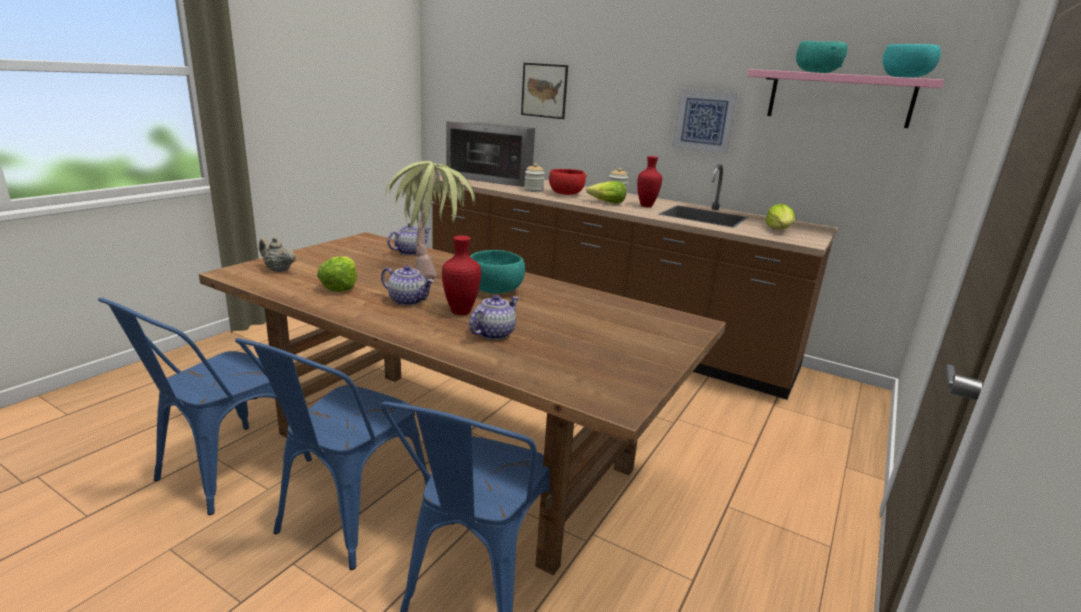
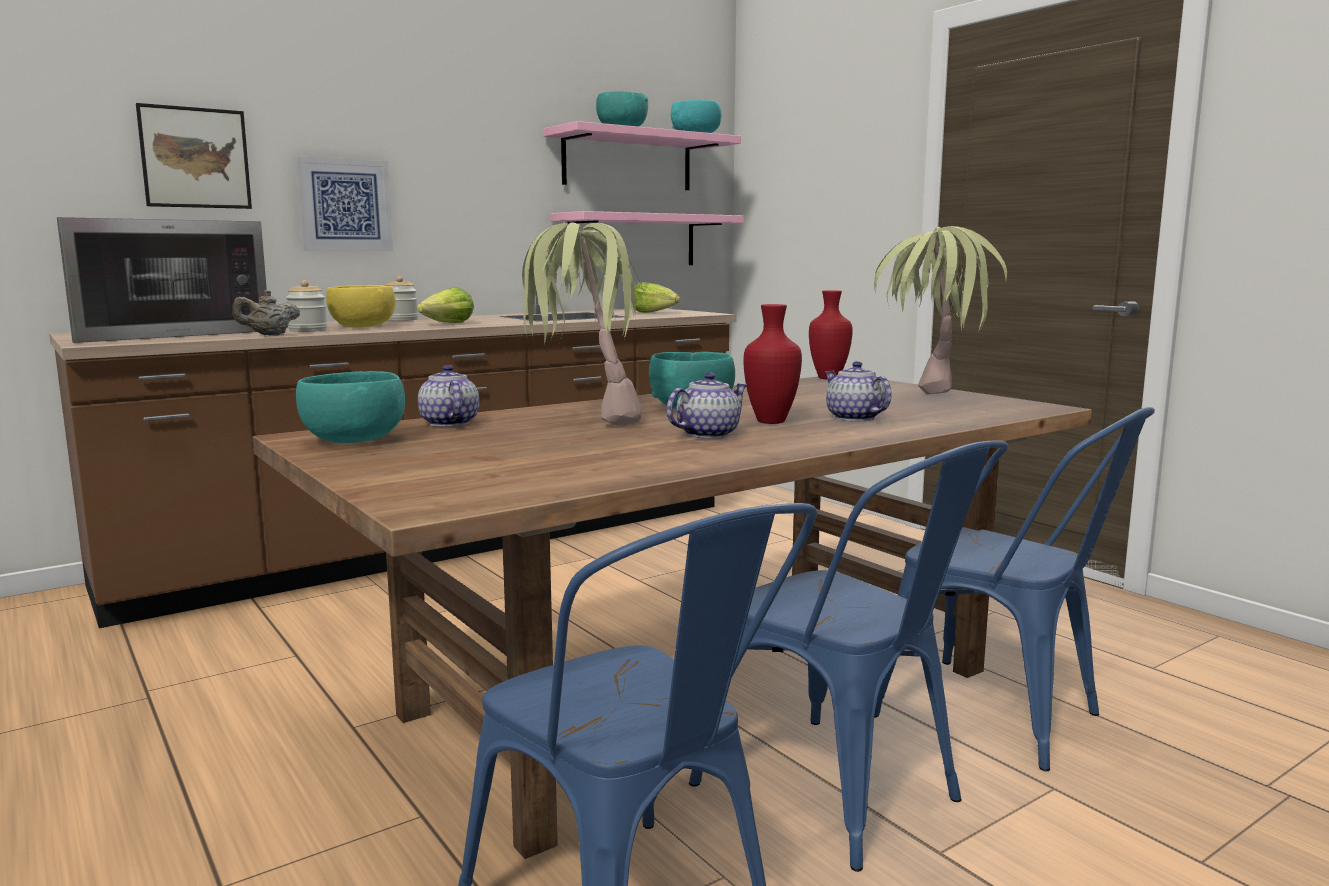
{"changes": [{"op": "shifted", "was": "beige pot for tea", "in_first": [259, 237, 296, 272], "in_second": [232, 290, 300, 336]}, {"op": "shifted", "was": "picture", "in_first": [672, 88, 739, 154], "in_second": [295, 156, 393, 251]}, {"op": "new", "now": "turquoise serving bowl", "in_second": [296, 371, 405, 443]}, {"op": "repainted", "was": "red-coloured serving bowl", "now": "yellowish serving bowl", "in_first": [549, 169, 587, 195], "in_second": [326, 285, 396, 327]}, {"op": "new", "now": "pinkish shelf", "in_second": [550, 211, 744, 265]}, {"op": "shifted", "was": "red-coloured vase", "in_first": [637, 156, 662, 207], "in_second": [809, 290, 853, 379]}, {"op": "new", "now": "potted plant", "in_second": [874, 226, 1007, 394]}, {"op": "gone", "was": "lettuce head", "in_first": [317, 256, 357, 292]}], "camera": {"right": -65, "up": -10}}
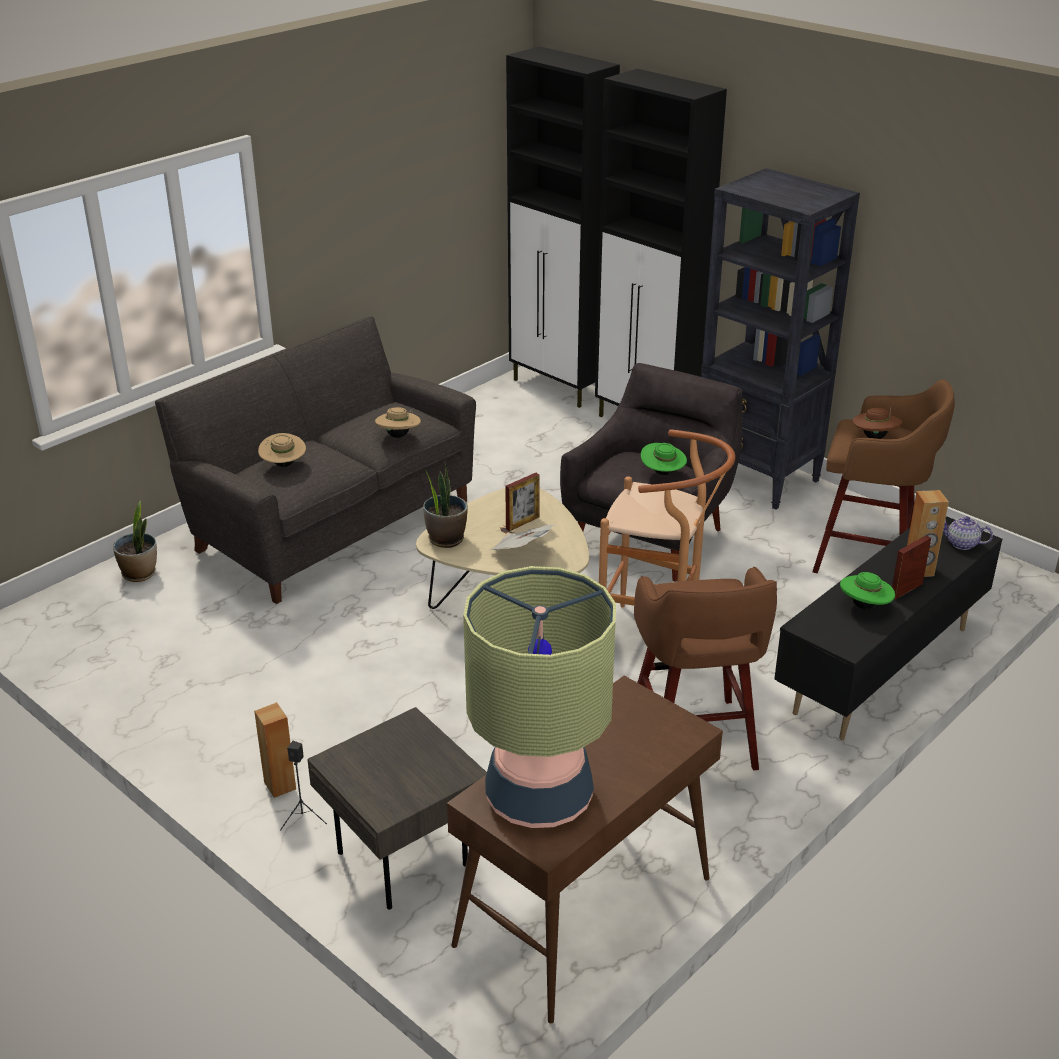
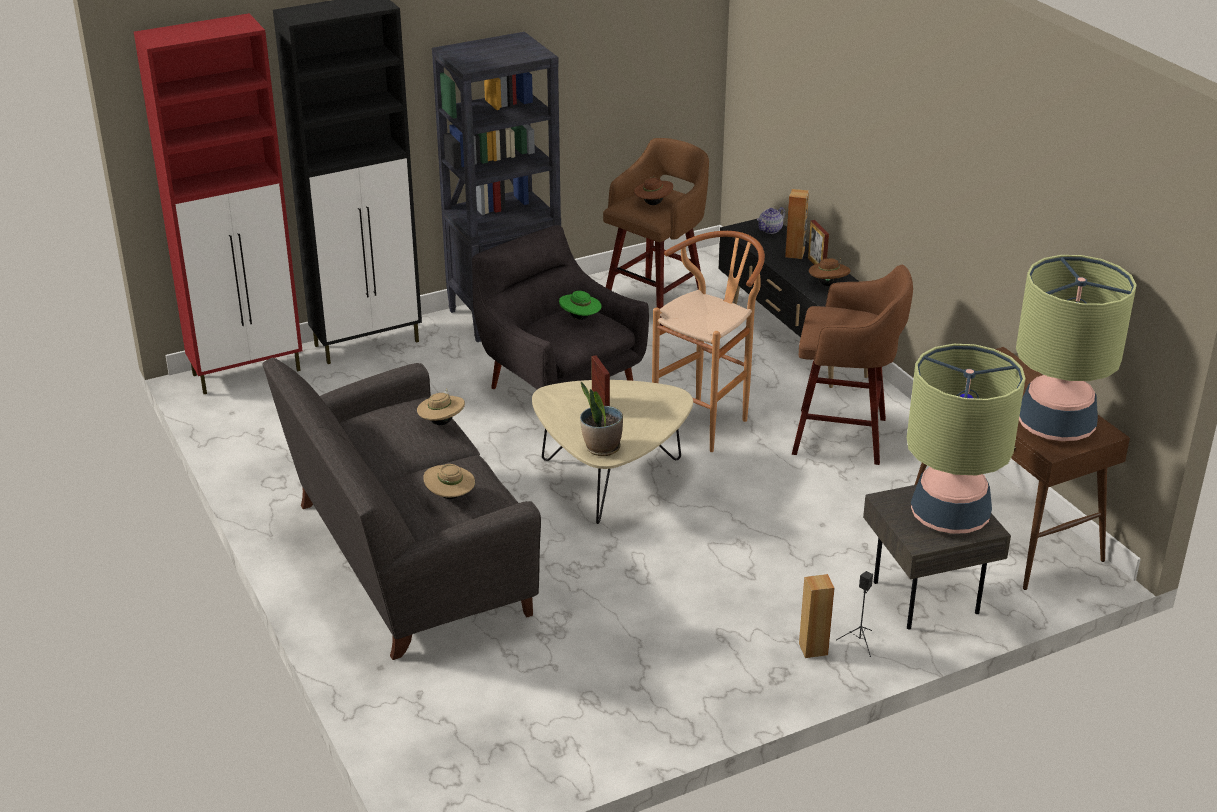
{"changes": [{"op": "repainted", "was": "blackish cupboard", "now": "red-coloured cupboard", "in_first": [506, 46, 620, 408], "in_second": [134, 13, 302, 394]}, {"op": "repainted", "was": "greenish wearable hat", "now": "brownish wearable hat", "in_first": [840, 572, 895, 609], "in_second": [809, 257, 851, 286]}, {"op": "new", "now": "lamp for a table", "in_second": [907, 344, 1025, 534]}, {"op": "gone", "was": "potted plant", "in_first": [113, 500, 157, 582]}, {"op": "gone", "was": "printed paper", "in_first": [490, 524, 555, 550]}], "camera": {"right": -70, "up": 0}}
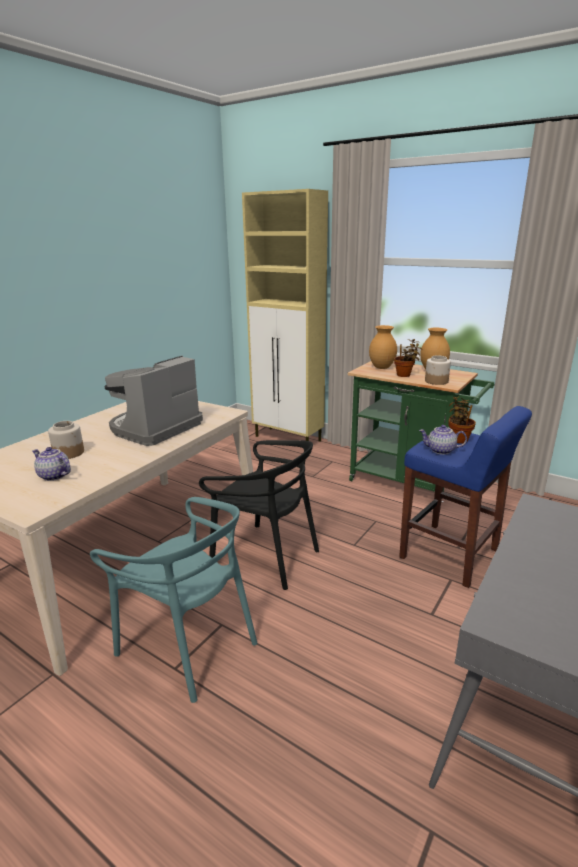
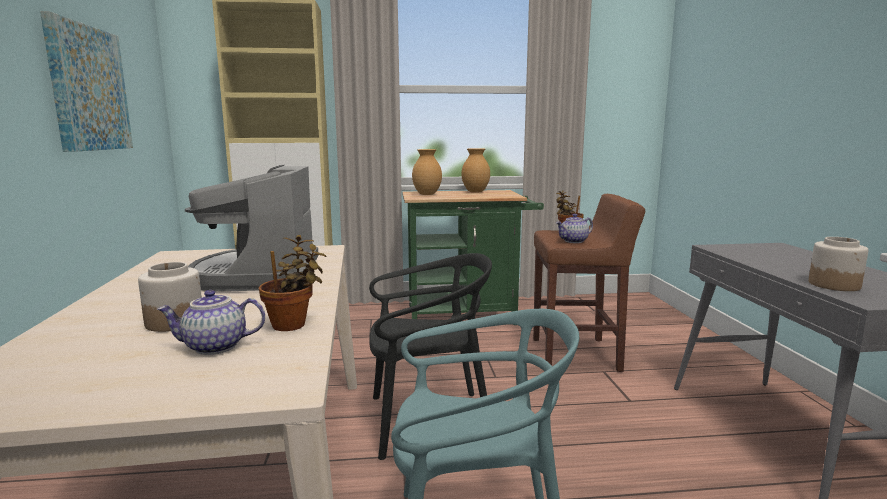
{"changes": [{"op": "new", "now": "picture", "in_second": [40, 11, 133, 152]}, {"op": "shifted", "was": "potted plant", "in_first": [394, 339, 422, 377], "in_second": [259, 235, 326, 331]}, {"op": "repainted", "was": "bluish stool seat", "now": "brownish stool seat", "in_first": [399, 406, 532, 588], "in_second": [533, 194, 645, 372]}, {"op": "shifted", "was": "storage jar", "in_first": [425, 355, 451, 385], "in_second": [809, 237, 868, 291]}], "camera": {"right": -40, "up": -10}}
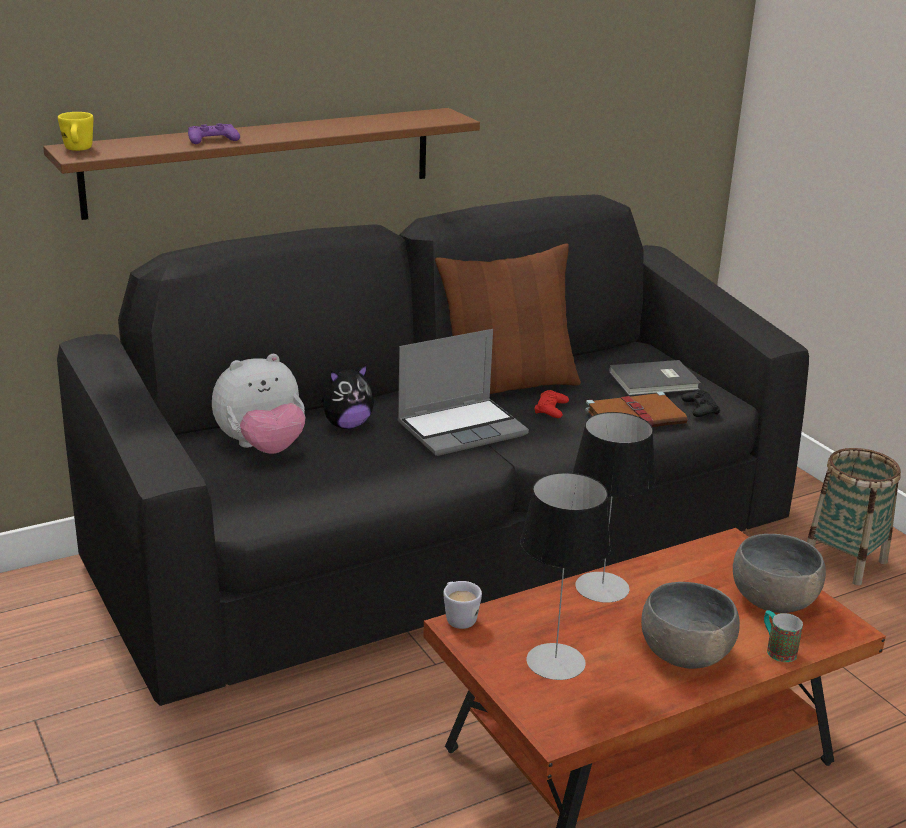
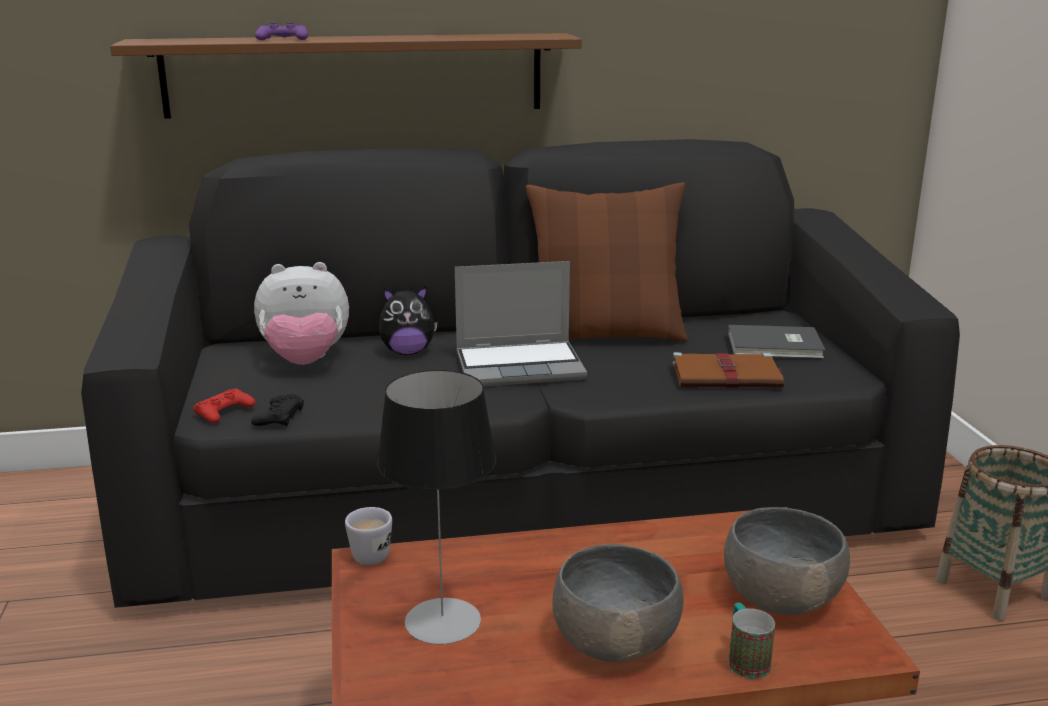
{"changes": [{"op": "shifted", "was": "red-coloured joypad", "in_first": [535, 390, 569, 418], "in_second": [193, 389, 256, 423]}, {"op": "shifted", "was": "blackish joypad", "in_first": [681, 390, 720, 417], "in_second": [251, 394, 304, 426]}, {"op": "gone", "was": "yellowish tea mug", "in_first": [58, 112, 93, 151]}, {"op": "gone", "was": "lamp for a table", "in_first": [573, 412, 656, 603]}], "camera": {"right": 20, "up": -5}}
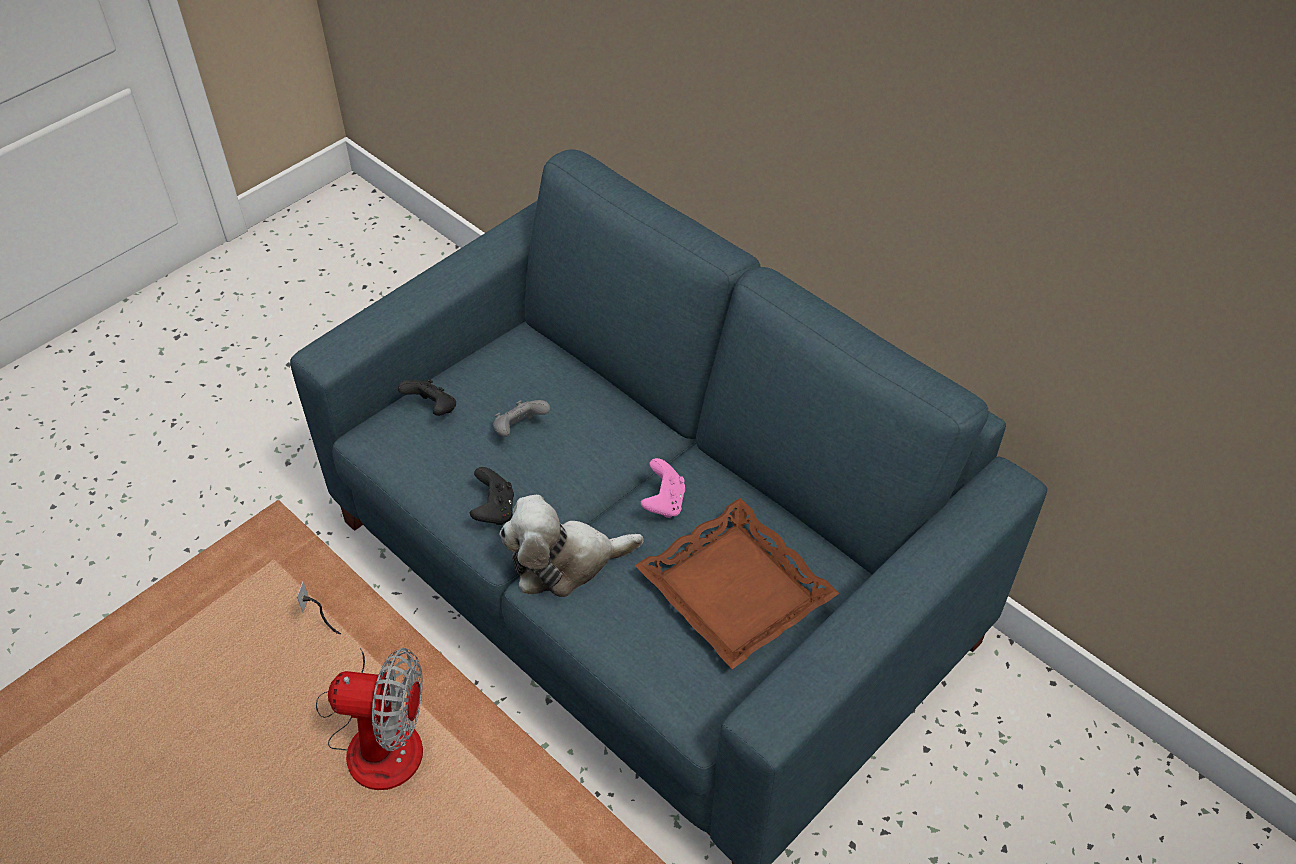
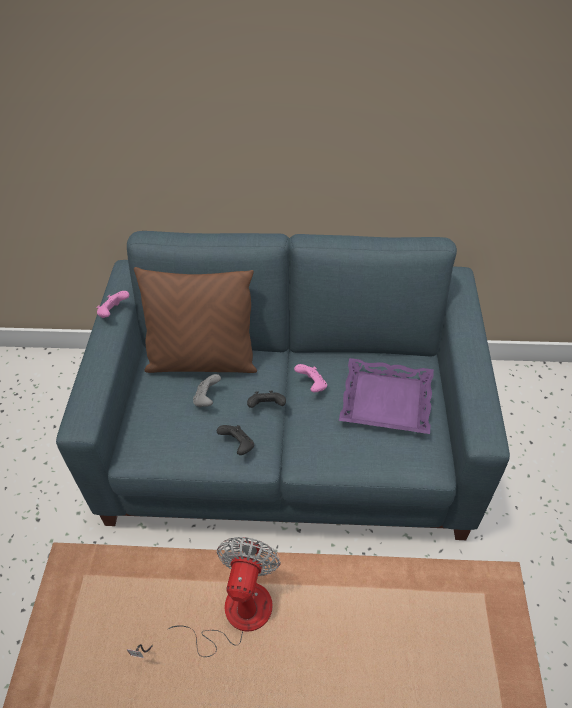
{"changes": [{"op": "new", "now": "pinkish joypad", "in_second": [97, 291, 129, 318]}, {"op": "rotated", "was": "cooling fan", "in_first": [297, 581, 423, 790], "in_second": [127, 537, 280, 658], "clockwise": -45}, {"op": "new", "now": "brownish throw pillow", "in_second": [134, 267, 257, 373]}, {"op": "shifted", "was": "blackish joypad", "in_first": [398, 379, 456, 416], "in_second": [247, 391, 286, 408]}, {"op": "repainted", "was": "brownish carrying tray", "now": "purplish carrying tray", "in_first": [635, 498, 839, 669], "in_second": [339, 358, 434, 434]}, {"op": "gone", "was": "soft toy", "in_first": [499, 495, 643, 597]}], "camera": {"right": -40, "up": 0}}
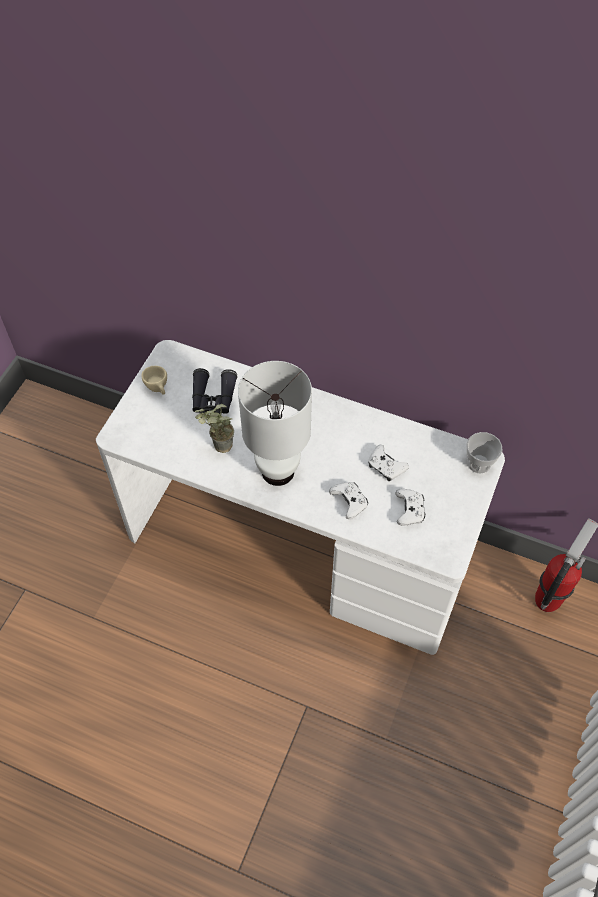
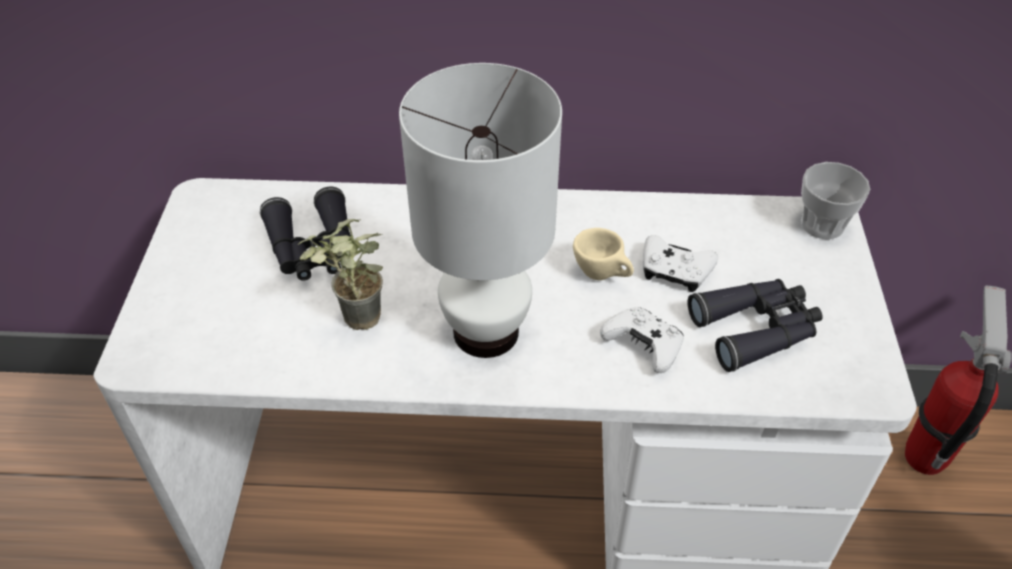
{"changes": [{"op": "shifted", "was": "beige small cup", "in_first": [141, 366, 167, 395], "in_second": [573, 228, 634, 280]}, {"op": "swapped", "was": "white joypad", "now": "blackish pair of binoculars", "in_first": [395, 489, 425, 526], "in_second": [688, 279, 823, 372]}], "camera": {"right": -20, "up": -10}}
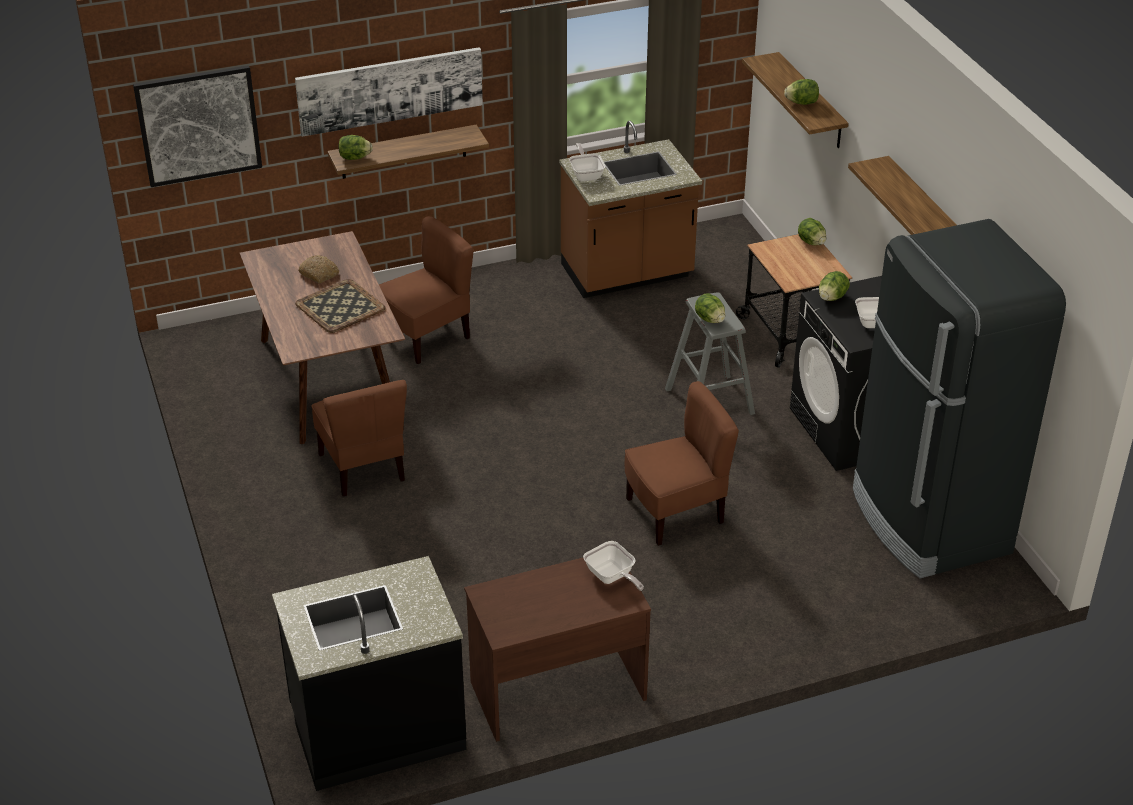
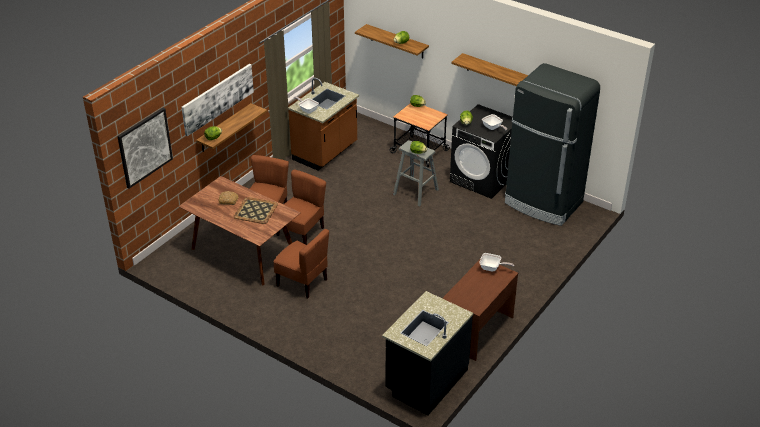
{"changes": [{"op": "shifted", "was": "brownish chair", "in_first": [625, 381, 739, 546], "in_second": [276, 170, 326, 245]}], "camera": {"right": -35, "up": 0}}
